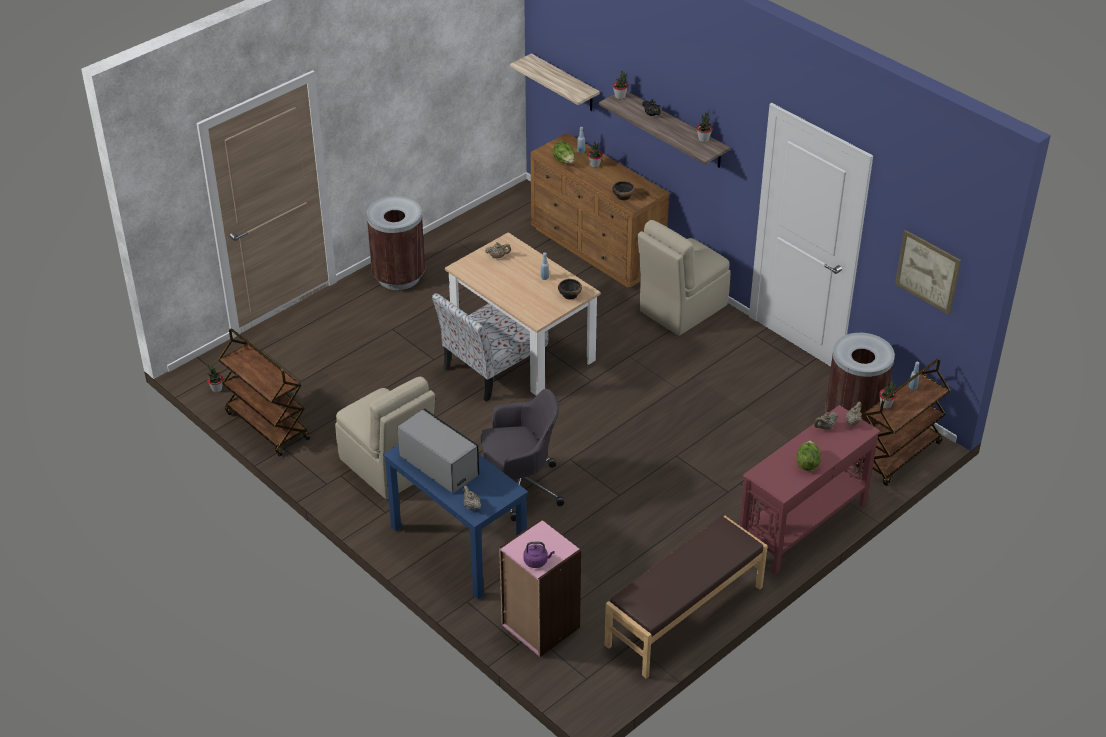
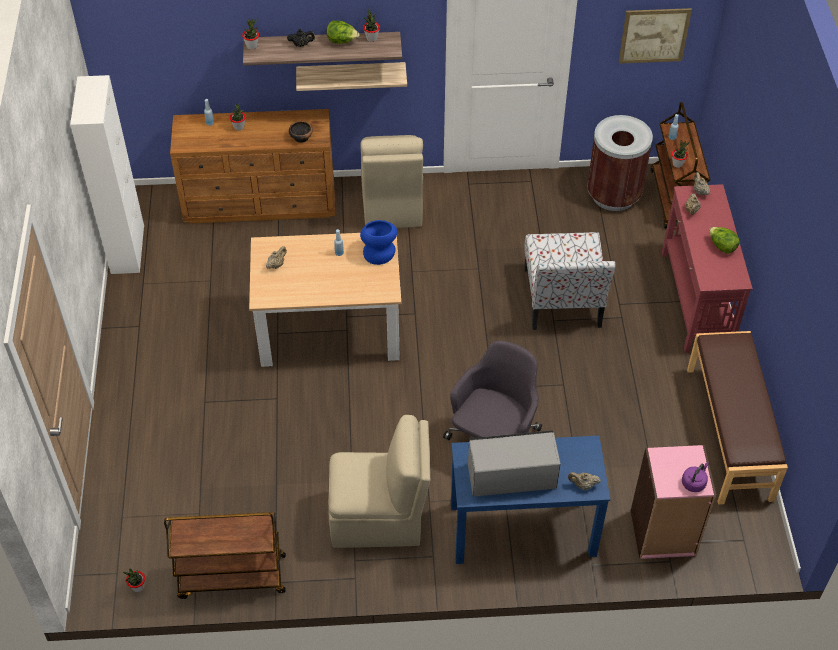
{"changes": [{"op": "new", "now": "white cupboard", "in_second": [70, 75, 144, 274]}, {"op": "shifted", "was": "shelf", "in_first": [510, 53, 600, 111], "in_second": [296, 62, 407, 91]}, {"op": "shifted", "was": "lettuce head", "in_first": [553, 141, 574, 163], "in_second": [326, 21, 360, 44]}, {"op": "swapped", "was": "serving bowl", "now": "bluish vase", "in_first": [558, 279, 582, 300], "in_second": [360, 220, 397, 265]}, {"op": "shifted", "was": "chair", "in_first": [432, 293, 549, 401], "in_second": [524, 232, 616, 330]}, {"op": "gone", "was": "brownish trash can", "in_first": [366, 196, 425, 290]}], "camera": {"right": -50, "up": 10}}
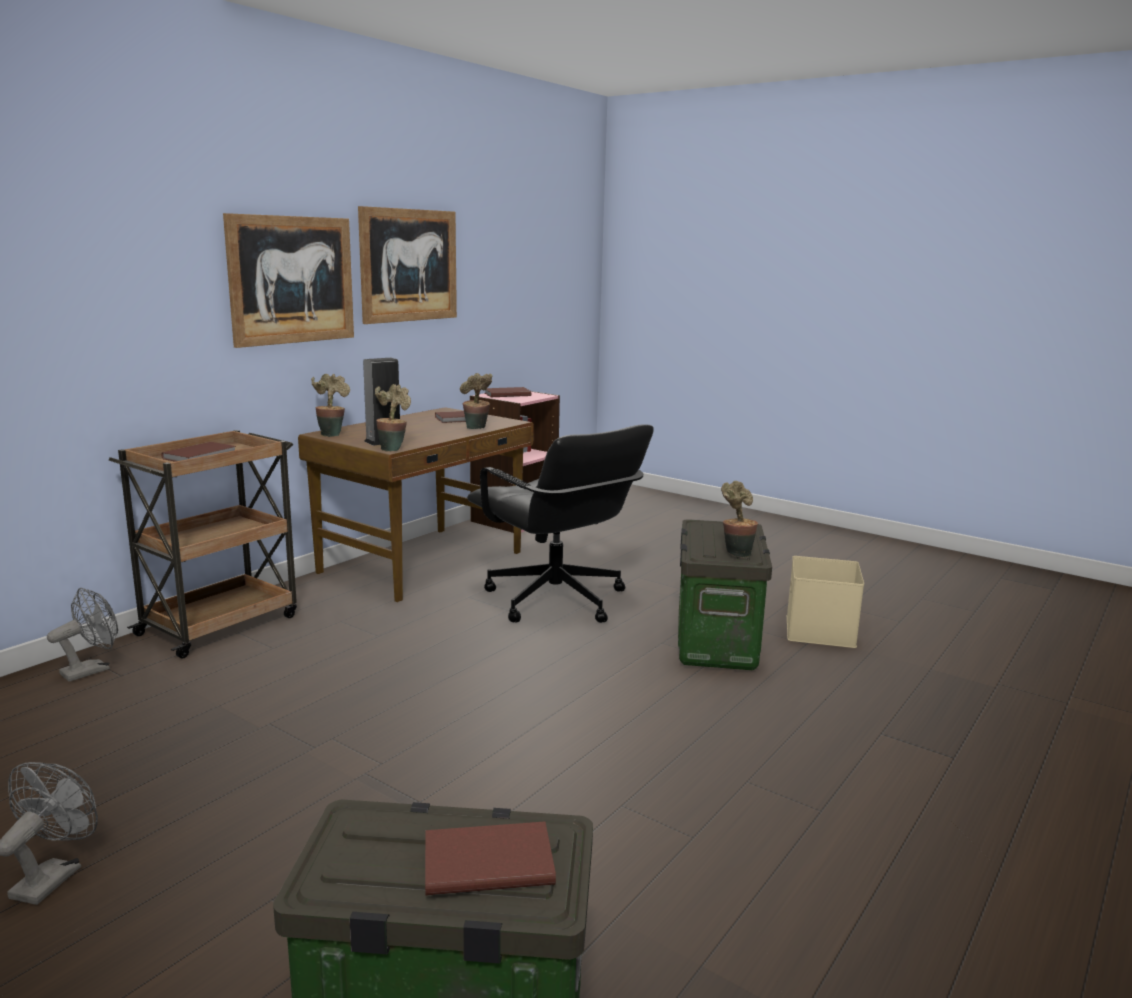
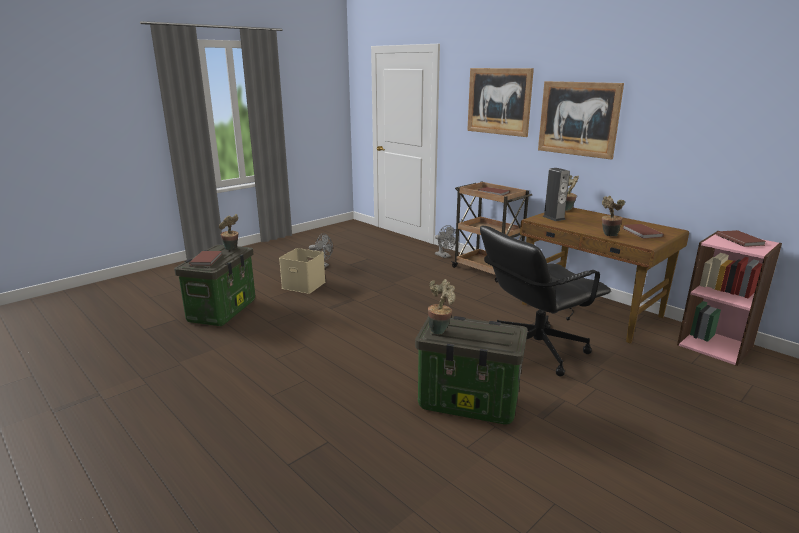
{"changes": [{"op": "shifted", "was": "potted plant", "in_first": [375, 384, 411, 451], "in_second": [219, 214, 238, 250]}, {"op": "shifted", "was": "beige storage box", "in_first": [787, 556, 864, 648], "in_second": [279, 248, 325, 294]}, {"op": "shifted", "was": "picture", "in_first": [358, 206, 457, 324], "in_second": [467, 68, 534, 137]}], "camera": {"right": 100, "up": 5}}
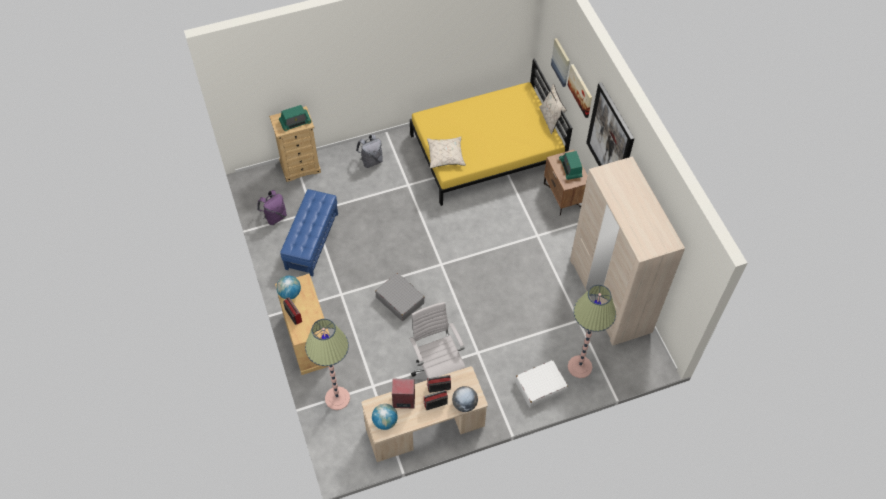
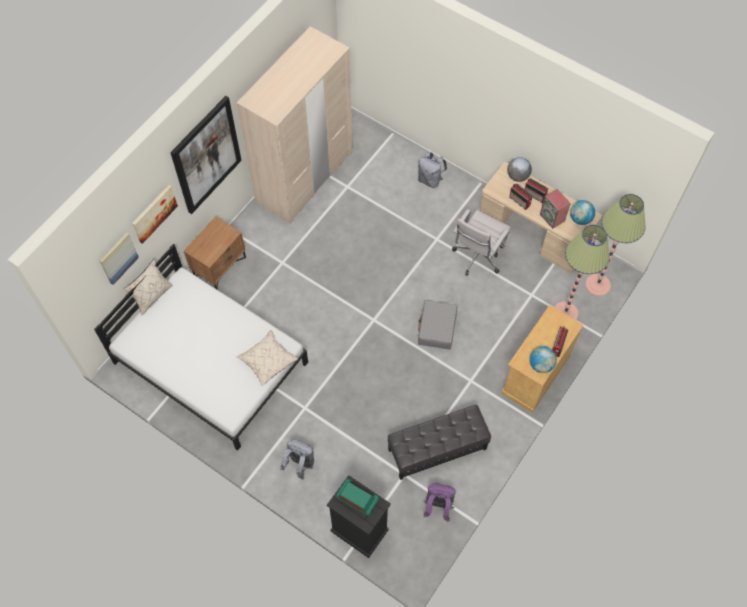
{"changes": [{"op": "repainted", "was": "yellowish sleeping bed", "now": "white sleeping bed", "in_first": [410, 58, 572, 206], "in_second": [94, 244, 308, 451]}, {"op": "repainted", "was": "beige dresser", "now": "blackish dresser", "in_first": [269, 106, 321, 182], "in_second": [327, 475, 391, 558]}, {"op": "repainted", "was": "bluish ottoman", "now": "blackish ottoman", "in_first": [280, 189, 338, 276], "in_second": [388, 405, 491, 480]}, {"op": "swapped", "was": "white travel case", "now": "grey backpack", "in_first": [515, 360, 568, 408], "in_second": [418, 152, 447, 188]}, {"op": "shifted", "was": "standing lamp", "in_first": [568, 285, 616, 378], "in_second": [585, 194, 646, 296]}, {"op": "gone", "was": "radio", "in_first": [559, 151, 582, 180]}], "camera": {"right": -125, "up": 5}}
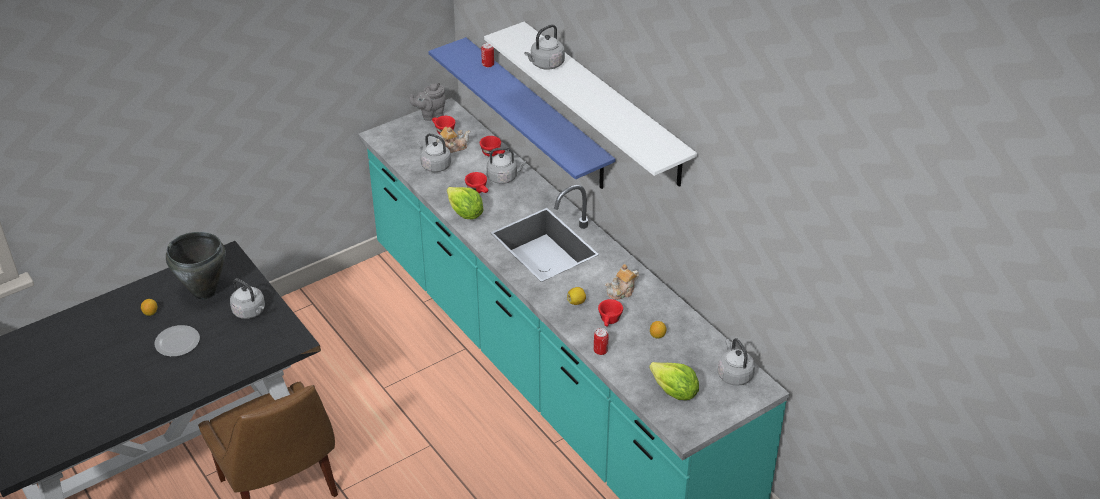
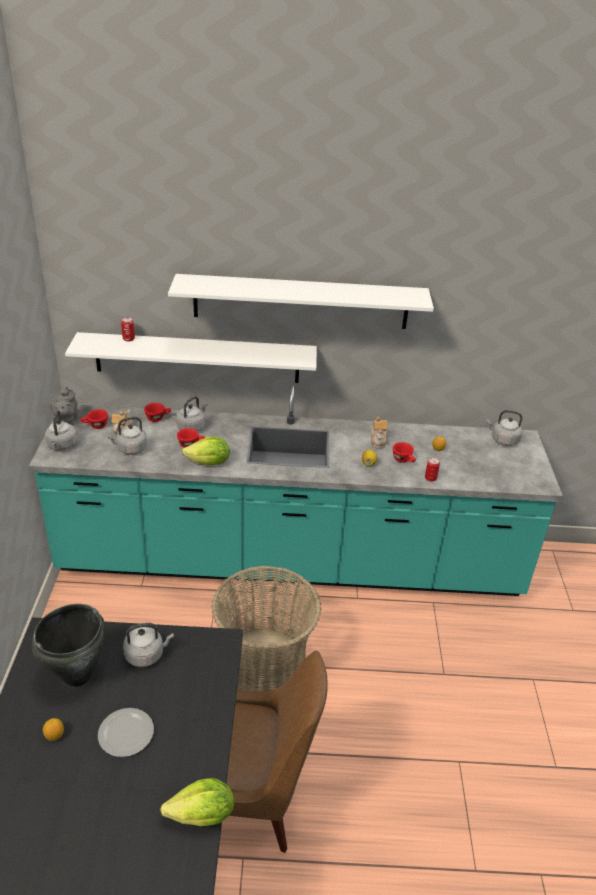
{"changes": [{"op": "shifted", "was": "grey tea kettle", "in_first": [524, 24, 565, 70], "in_second": [45, 411, 77, 450]}, {"op": "repainted", "was": "bluish shelf", "now": "white shelf", "in_first": [428, 37, 615, 189], "in_second": [65, 332, 317, 383]}, {"op": "shifted", "was": "lettuce head", "in_first": [649, 362, 699, 400], "in_second": [160, 778, 234, 826]}, {"op": "new", "now": "basket", "in_second": [211, 566, 322, 691]}], "camera": {"right": -55, "up": -5}}
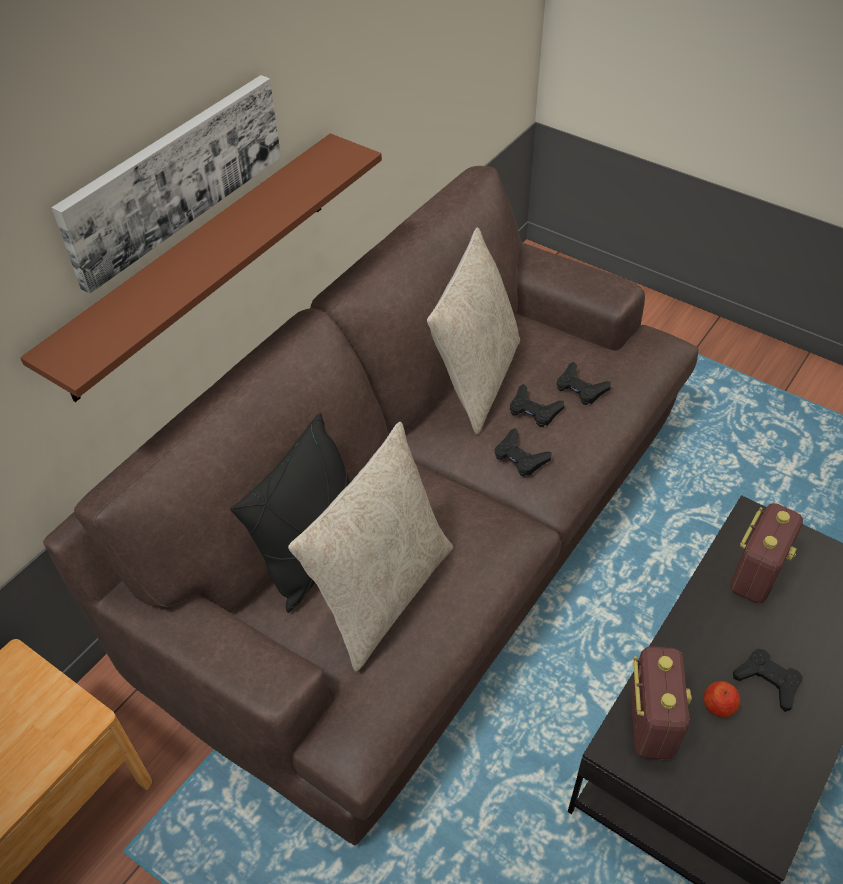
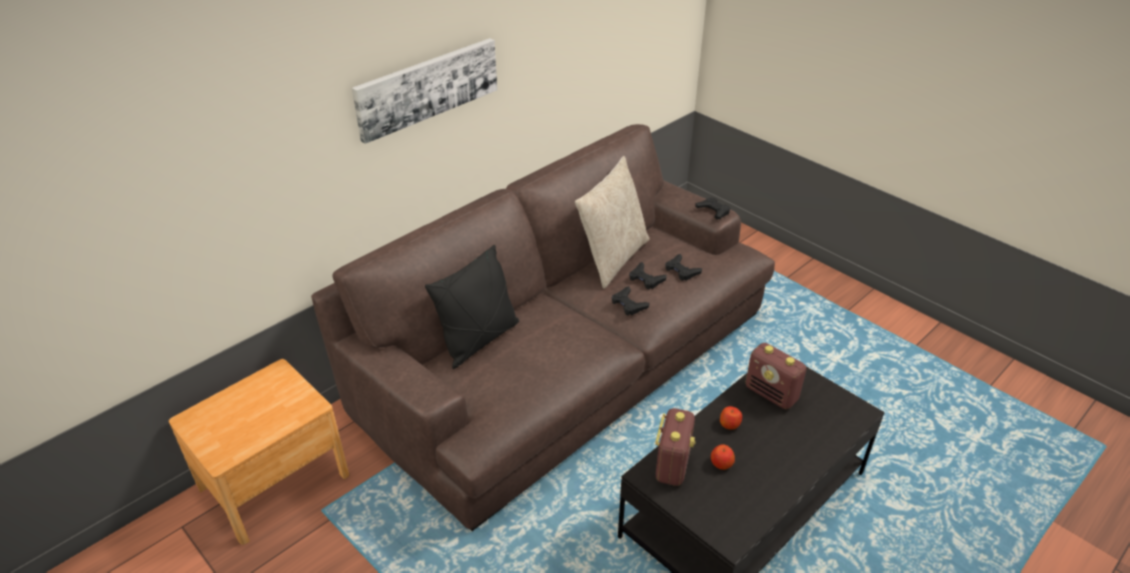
{"changes": [{"op": "shifted", "was": "blackish joypad", "in_first": [733, 649, 803, 712], "in_second": [695, 197, 730, 219]}, {"op": "new", "now": "apple", "in_second": [720, 406, 742, 430]}, {"op": "rotated", "was": "radio", "in_first": [730, 503, 803, 604], "in_second": [746, 343, 806, 409], "clockwise": 90}, {"op": "gone", "was": "brownish shelf", "in_first": [20, 133, 382, 402]}, {"op": "gone", "was": "beige throw pillow", "in_first": [288, 422, 453, 672]}], "camera": {"right": 10, "up": -10}}
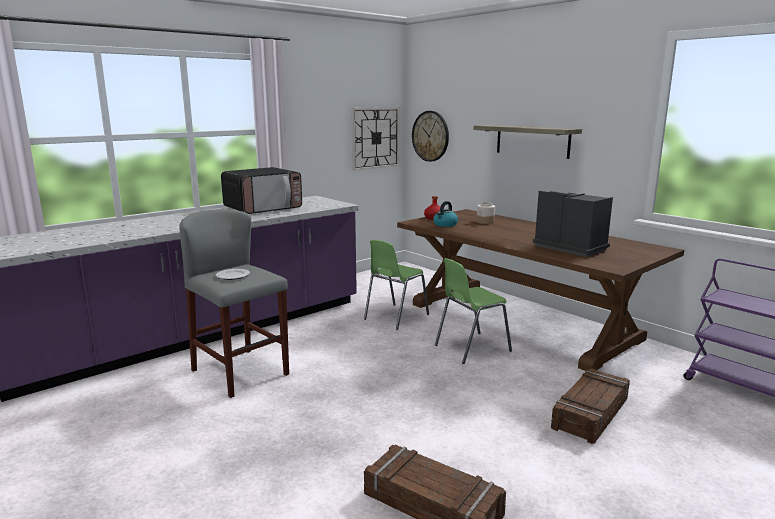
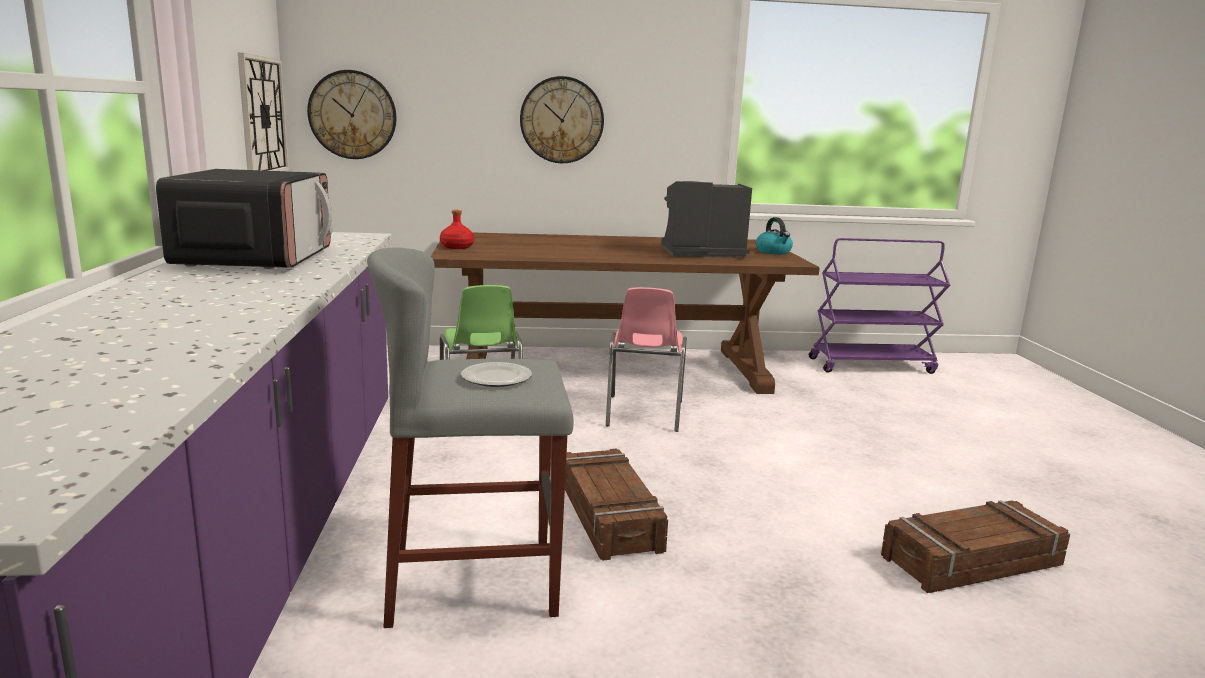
{"changes": [{"op": "swapped", "was": "shelf", "now": "wall clock", "in_first": [474, 125, 582, 159], "in_second": [520, 76, 604, 163]}, {"op": "shifted", "was": "packing crate", "in_first": [551, 368, 630, 444], "in_second": [565, 449, 668, 561]}, {"op": "repainted", "was": "greenish chair", "now": "pinkish chair", "in_first": [435, 258, 512, 364], "in_second": [606, 287, 687, 432]}, {"op": "shifted", "was": "tea kettle", "in_first": [433, 201, 458, 227], "in_second": [756, 217, 793, 254]}, {"op": "gone", "was": "storage jar", "in_first": [477, 202, 495, 224]}], "camera": {"right": -55, "up": 0}}
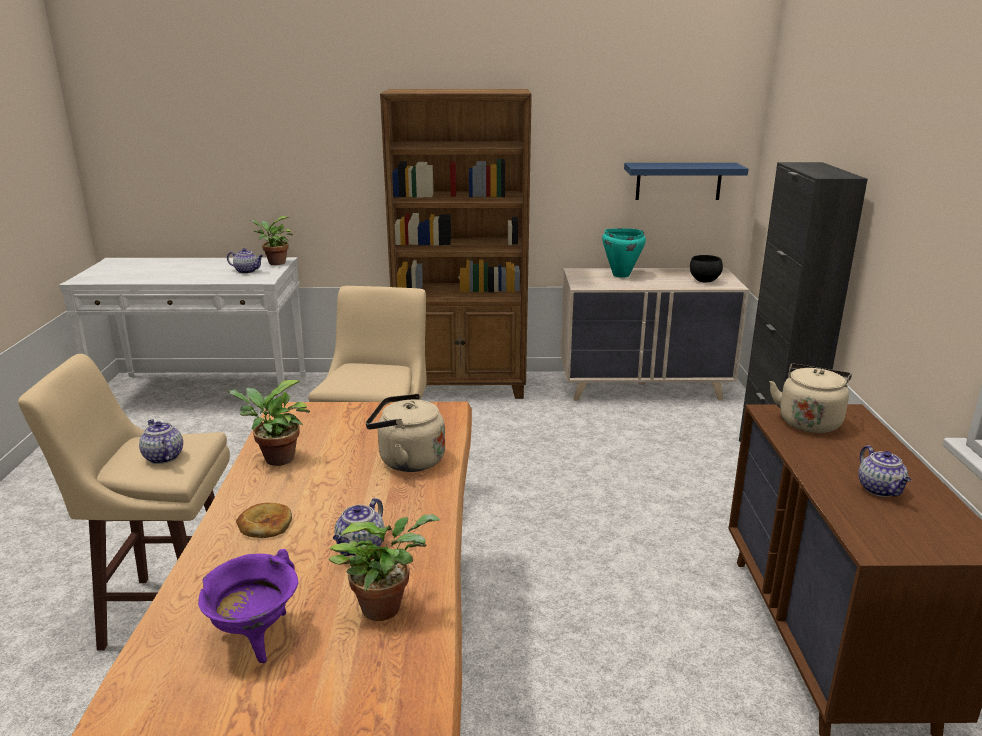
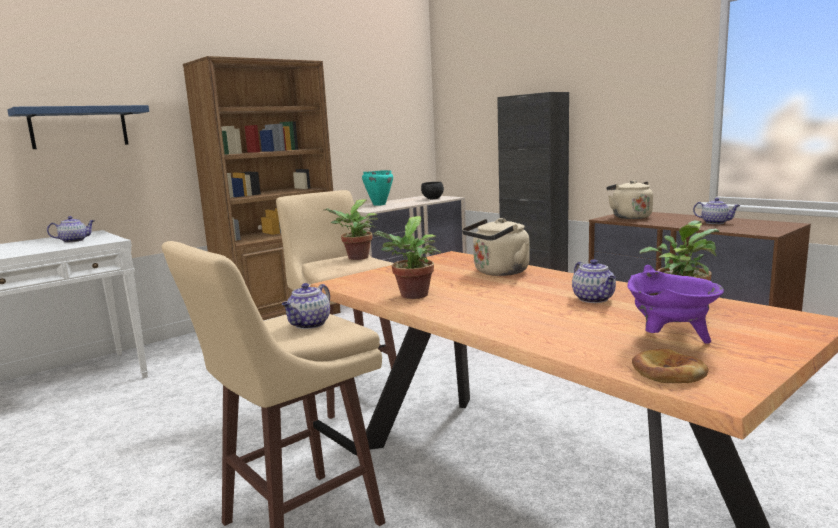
{"changes": [{"op": "shifted", "was": "bluish shelf", "in_first": [624, 163, 748, 200], "in_second": [7, 105, 149, 149]}, {"op": "rotated", "was": "pot for tea", "in_first": [139, 419, 183, 464], "in_second": [282, 283, 330, 329], "clockwise": -75}, {"op": "shifted", "was": "potted plant", "in_first": [250, 216, 293, 265], "in_second": [323, 199, 378, 260]}, {"op": "shifted", "was": "bakery bread", "in_first": [236, 503, 292, 538], "in_second": [632, 349, 708, 383]}], "camera": {"right": -40, "up": -10}}
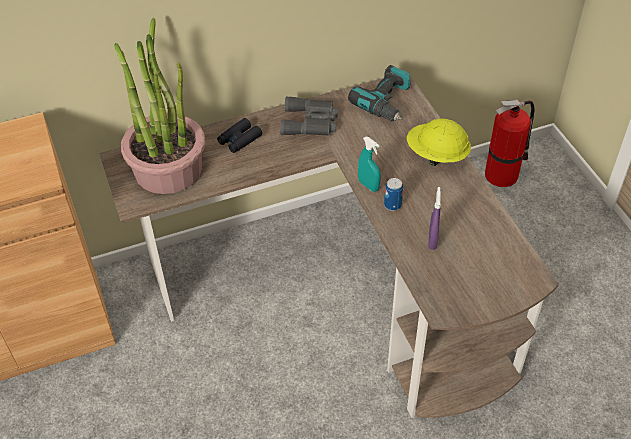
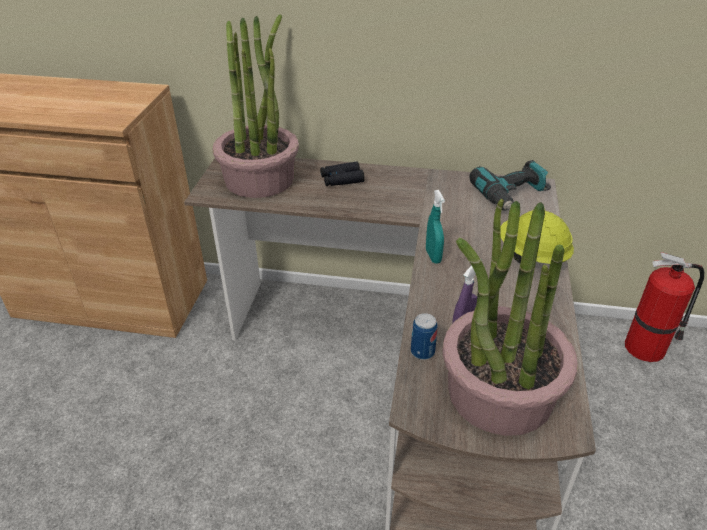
{"changes": [{"op": "shifted", "was": "sealed can", "in_first": [384, 178, 403, 211], "in_second": [411, 313, 438, 360]}, {"op": "new", "now": "potted plant", "in_second": [443, 199, 578, 436]}, {"op": "gone", "was": "grey pair of binoculars", "in_first": [280, 97, 338, 136]}], "camera": {"right": 30, "up": -10}}
